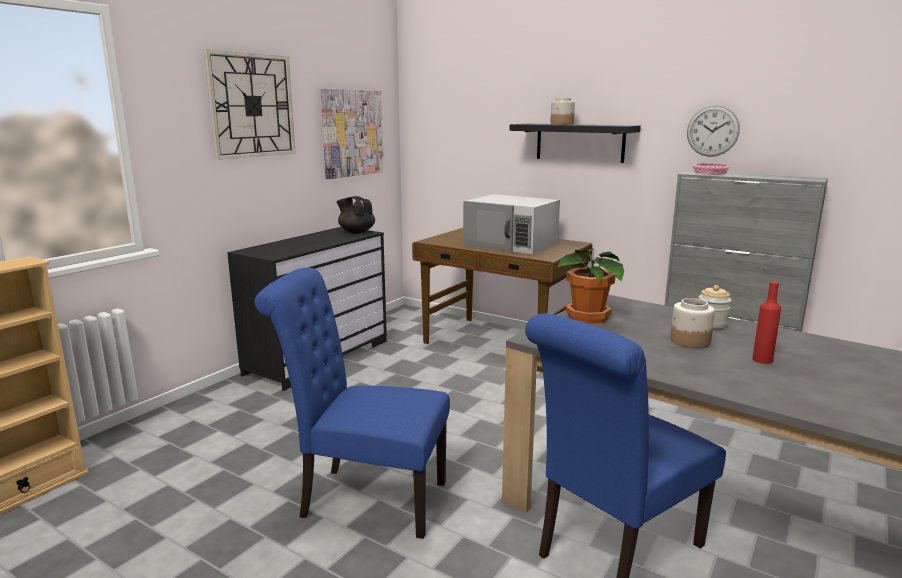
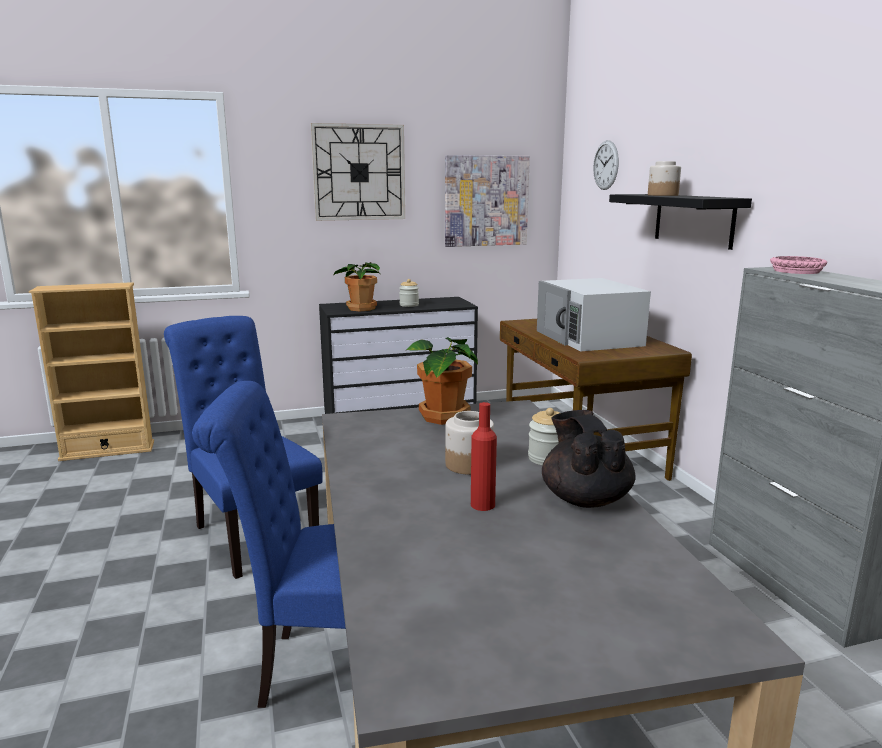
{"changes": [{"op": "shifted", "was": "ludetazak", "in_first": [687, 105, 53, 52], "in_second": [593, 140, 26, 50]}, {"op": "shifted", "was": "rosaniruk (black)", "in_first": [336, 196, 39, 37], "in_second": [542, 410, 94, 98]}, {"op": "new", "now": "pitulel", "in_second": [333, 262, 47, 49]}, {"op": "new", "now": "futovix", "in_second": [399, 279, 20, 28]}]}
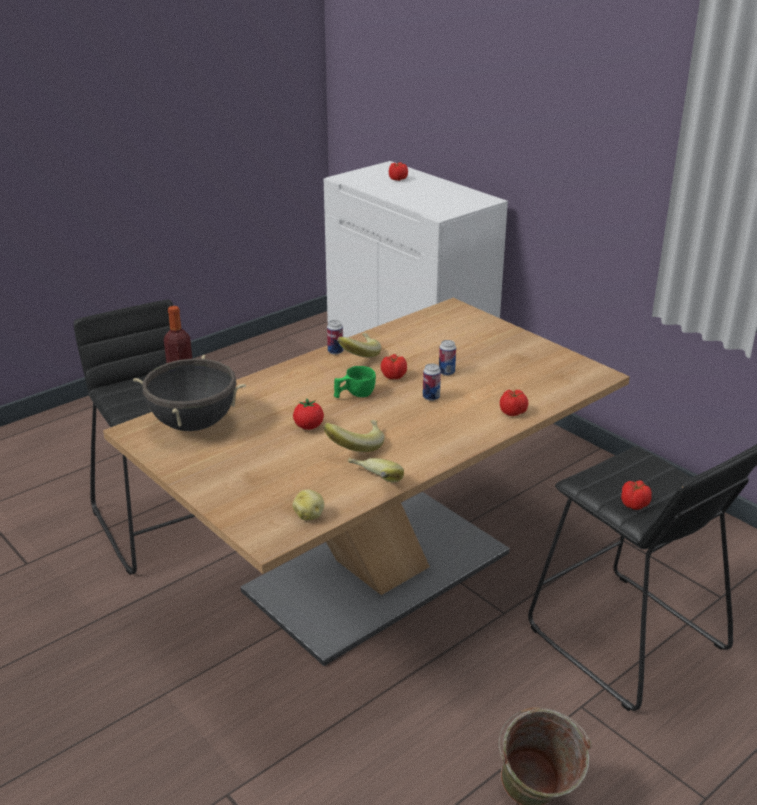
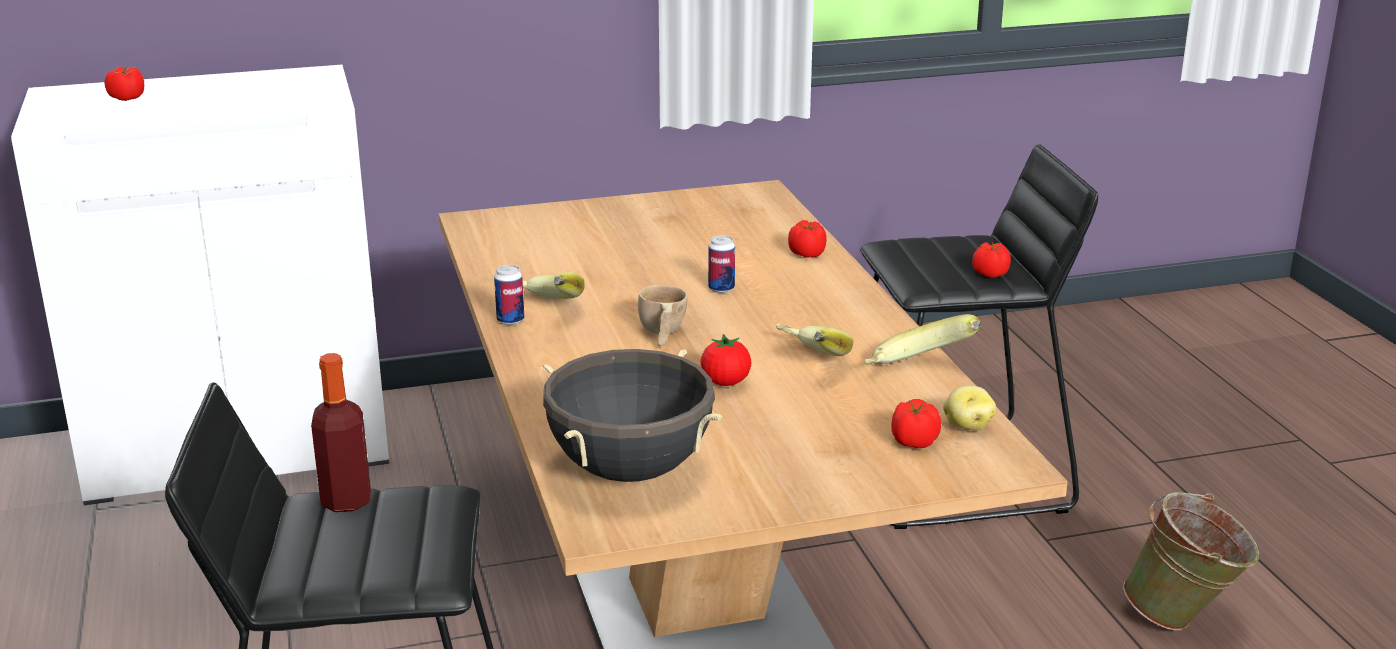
{"changes": [{"op": "gone", "was": "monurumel", "in_first": [439, 340, 17, 36]}, {"op": "shifted", "was": "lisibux", "in_first": [380, 354, 27, 25], "in_second": [891, 399, 50, 49]}, {"op": "repainted", "was": "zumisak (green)", "now": "zumisak (beige)", "in_first": [334, 366, 42, 32], "in_second": [638, 285, 49, 61]}]}
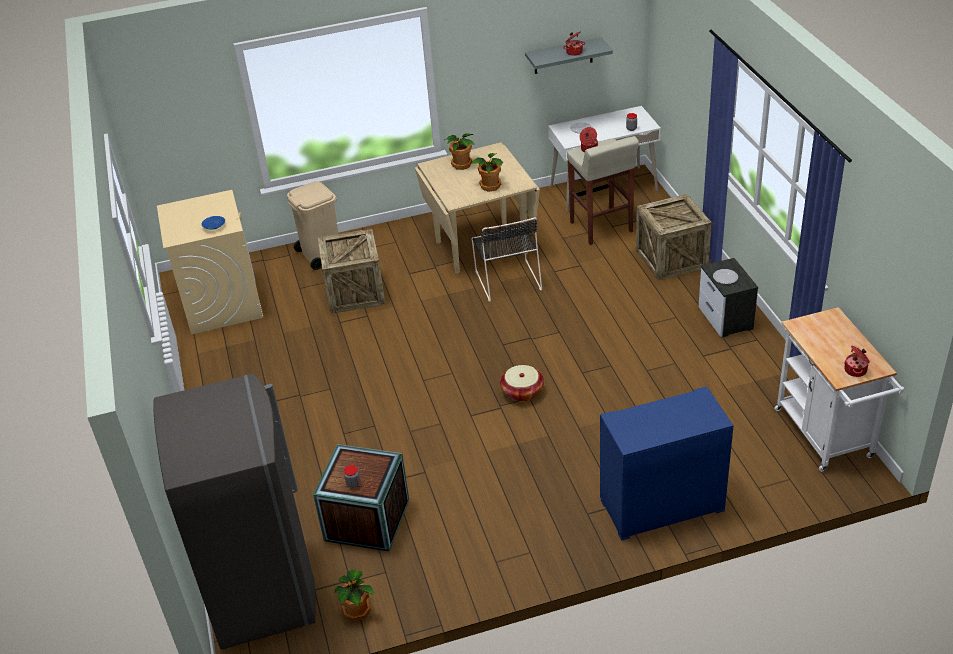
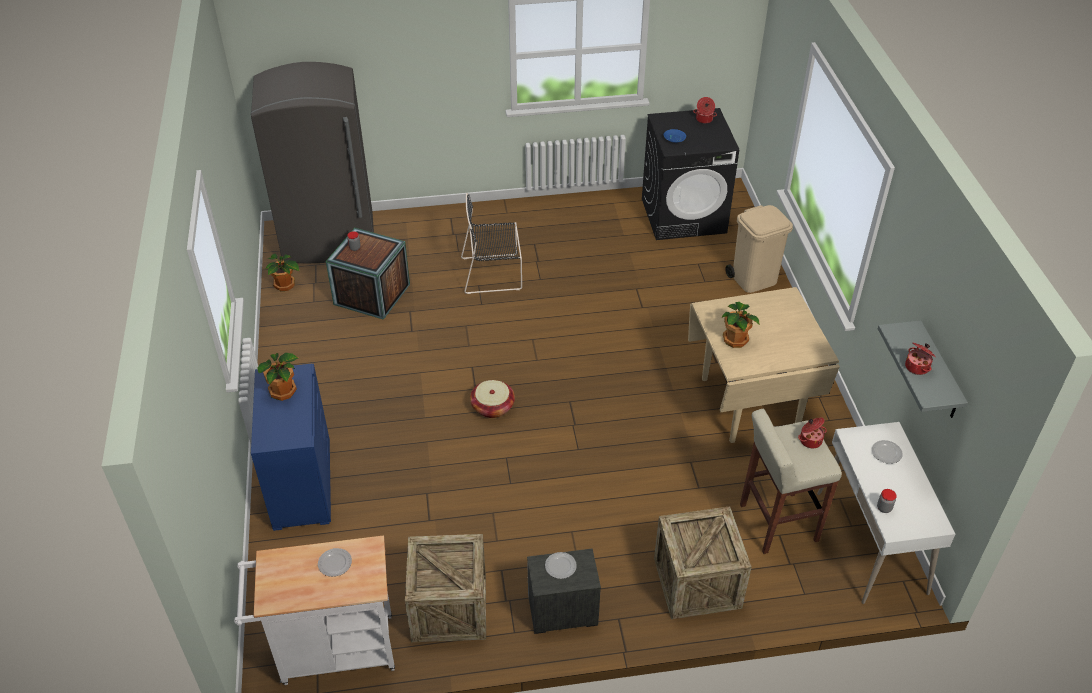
{"changes": [{"op": "shifted", "was": "pitulel", "in_first": [444, 133, 31, 37], "in_second": [257, 353, 41, 48]}, {"op": "repainted", "was": "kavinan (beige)", "now": "kavinan (black)", "in_first": [157, 190, 106, 144], "in_second": [642, 108, 97, 132]}, {"op": "shifted", "was": "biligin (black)", "in_first": [472, 217, 70, 85], "in_second": [461, 193, 61, 101]}, {"op": "shifted", "was": "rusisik", "in_first": [318, 229, 68, 85], "in_second": [405, 534, 81, 108]}, {"op": "shifted", "was": "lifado", "in_first": [844, 346, 26, 31], "in_second": [693, 97, 24, 26]}, {"op": "new", "now": "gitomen", "in_second": [318, 548, 34, 29]}]}
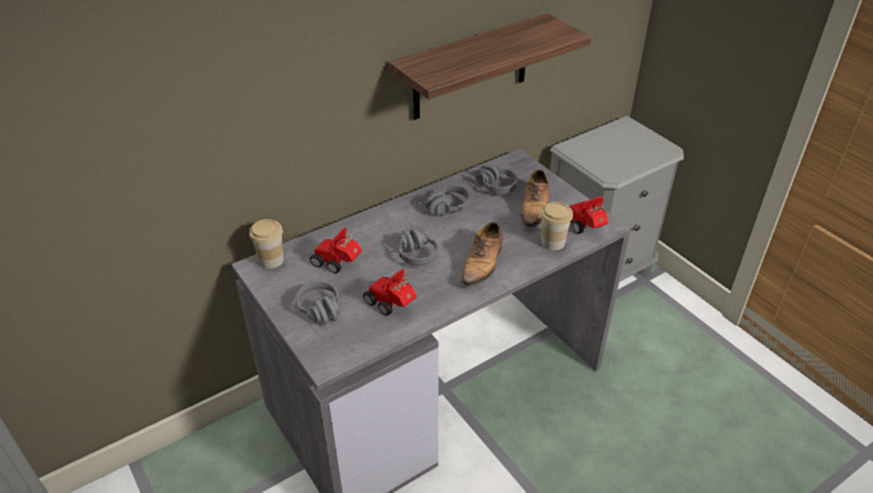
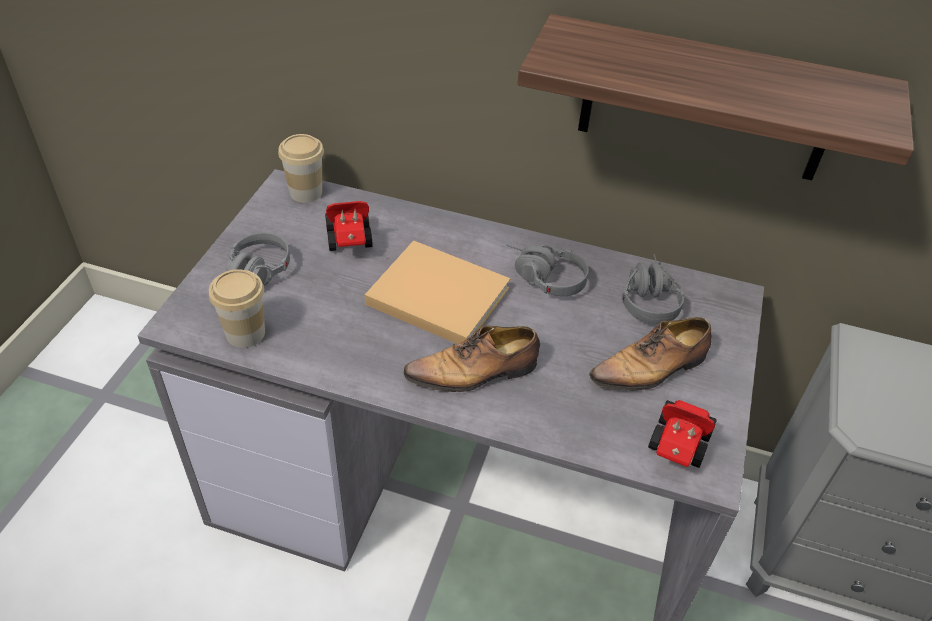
{"changes": [{"op": "shifted", "was": "zumisak", "in_first": [541, 202, 32, 48], "in_second": [209, 269, 56, 79]}, {"op": "swapped", "was": "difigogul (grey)", "now": "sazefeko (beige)", "in_first": [399, 223, 39, 43], "in_second": [365, 240, 146, 104]}, {"op": "gone", "was": "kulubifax", "in_first": [363, 269, 54, 47]}]}
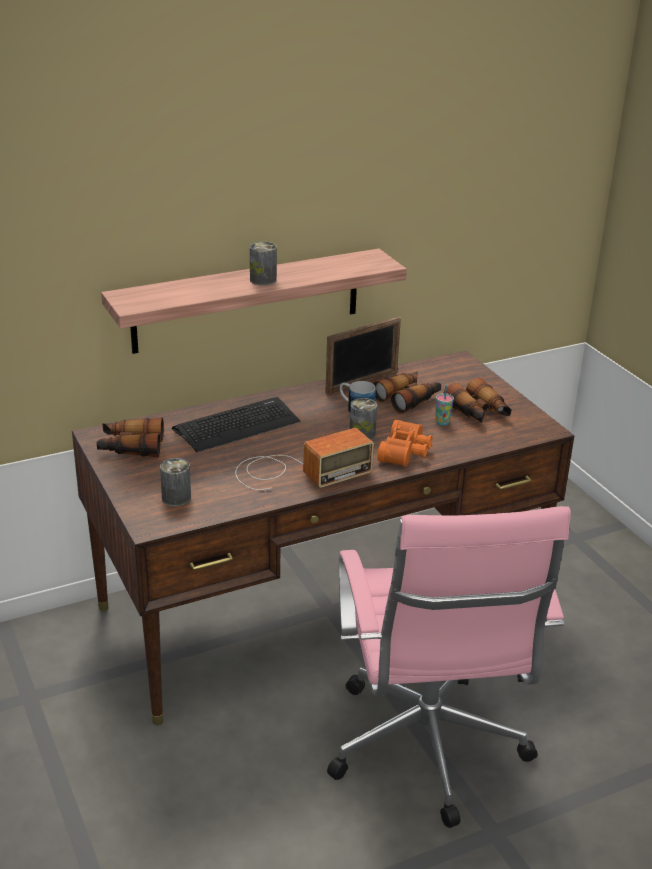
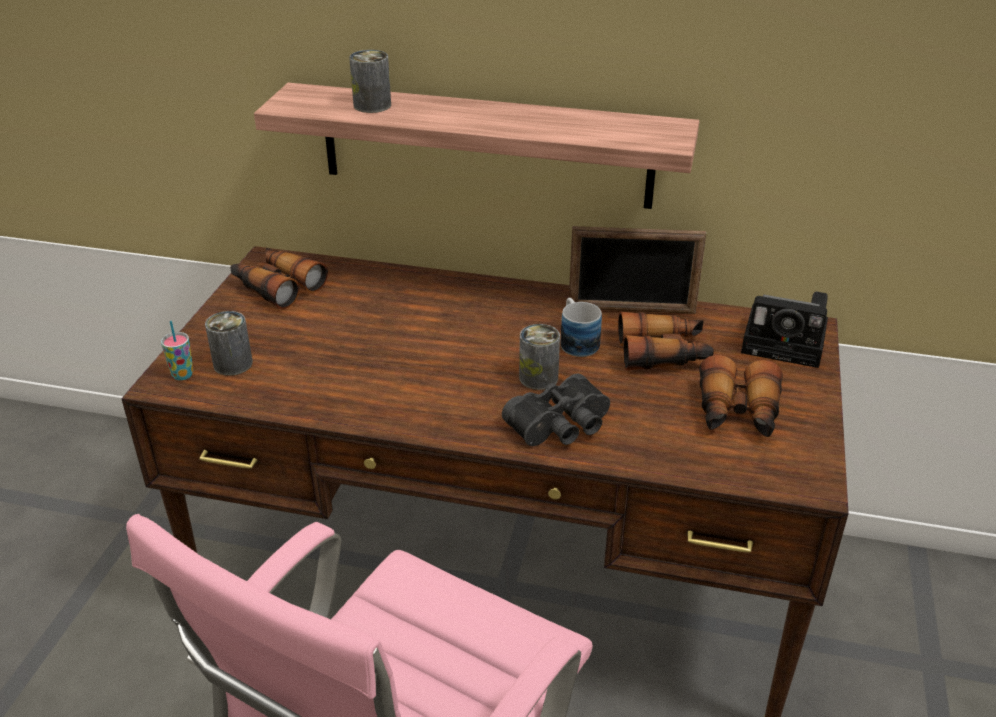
{"changes": [{"op": "shifted", "was": "monurumel", "in_first": [250, 242, 27, 44], "in_second": [349, 50, 42, 63]}, {"op": "shifted", "was": "zumisak", "in_first": [436, 385, 18, 40], "in_second": [161, 321, 33, 59]}, {"op": "gone", "was": "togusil", "in_first": [172, 397, 128, 55]}, {"op": "repainted", "was": "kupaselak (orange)", "now": "kupaselak (black)", "in_first": [377, 420, 55, 47], "in_second": [502, 374, 108, 72]}, {"op": "gone", "was": "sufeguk", "in_first": [235, 428, 139, 62]}, {"op": "new", "now": "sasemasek", "in_second": [741, 292, 87, 76]}]}
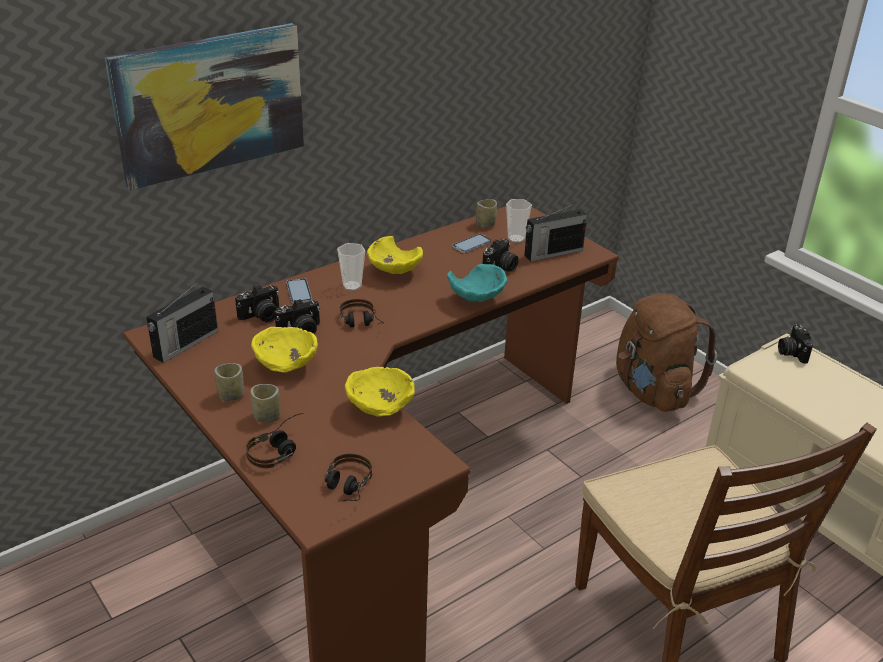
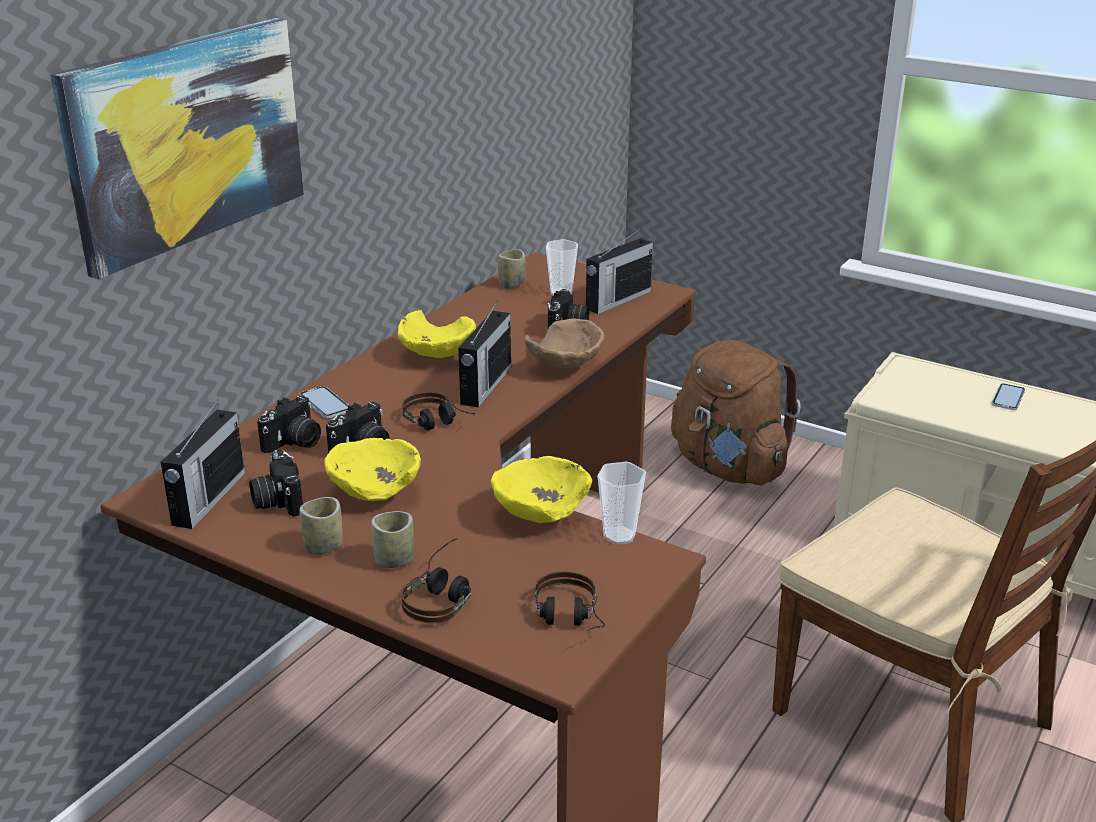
{"changes": [{"op": "shifted", "was": "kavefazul", "in_first": [452, 234, 40, 19], "in_second": [992, 383, 33, 27]}, {"op": "shifted", "was": "zumisak", "in_first": [337, 243, 28, 48], "in_second": [597, 462, 49, 83]}, {"op": "repainted", "was": "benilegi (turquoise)", "now": "benilegi (brown)", "in_first": [447, 264, 60, 38], "in_second": [525, 318, 80, 51]}, {"op": "shifted", "was": "sasemasek", "in_first": [778, 324, 35, 40], "in_second": [249, 449, 54, 67]}, {"op": "new", "now": "sufeguk", "in_second": [458, 300, 53, 108]}]}
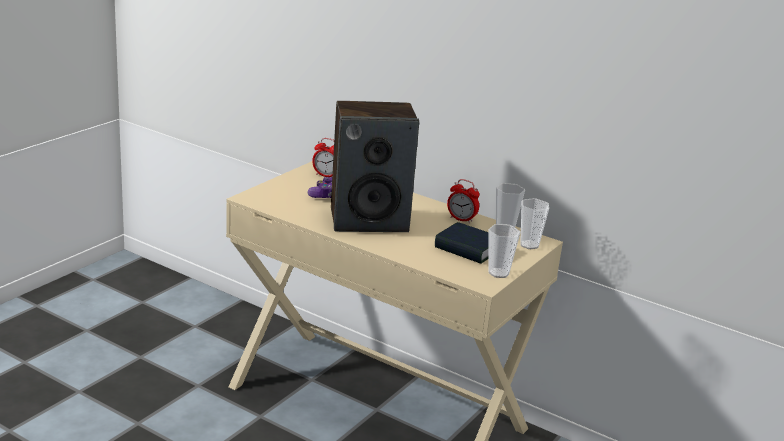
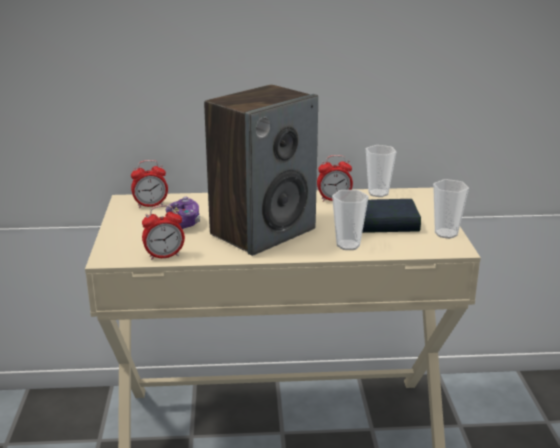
{"changes": [{"op": "shifted", "was": "zumisak", "in_first": [520, 198, 29, 51], "in_second": [332, 190, 37, 60]}, {"op": "new", "now": "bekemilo", "in_second": [142, 205, 43, 55]}]}
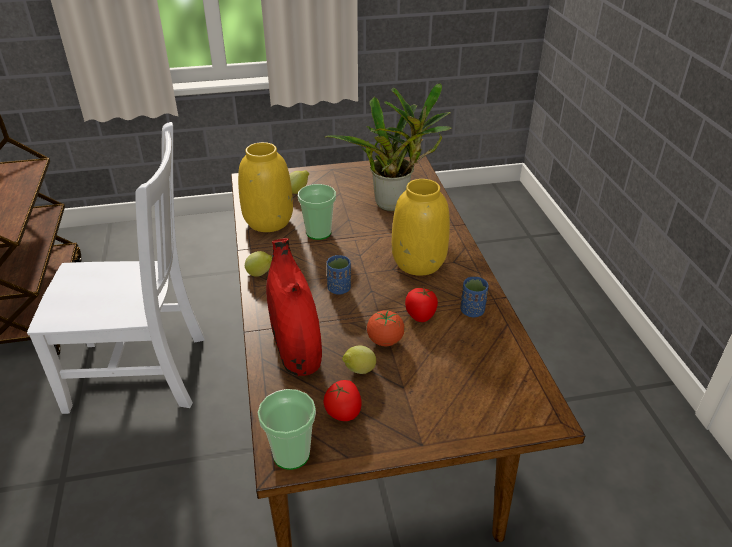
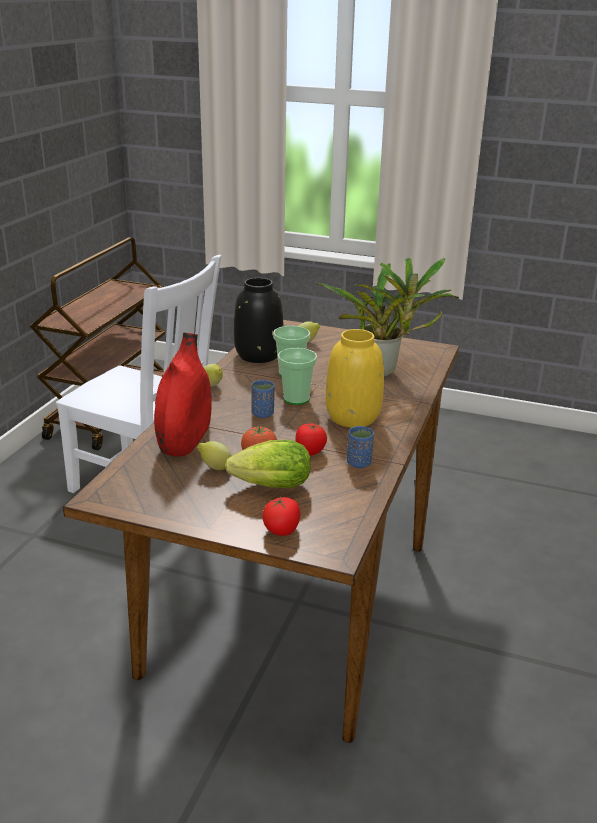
{"changes": [{"op": "repainted", "was": "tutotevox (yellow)", "now": "tutotevox (black)", "in_first": [238, 142, 55, 90], "in_second": [234, 278, 50, 85]}, {"op": "shifted", "was": "lisibux", "in_first": [323, 380, 39, 41], "in_second": [263, 497, 37, 39]}, {"op": "shifted", "was": "zumisak", "in_first": [257, 389, 59, 81], "in_second": [278, 348, 39, 57]}, {"op": "new", "now": "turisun", "in_second": [225, 440, 86, 48]}]}
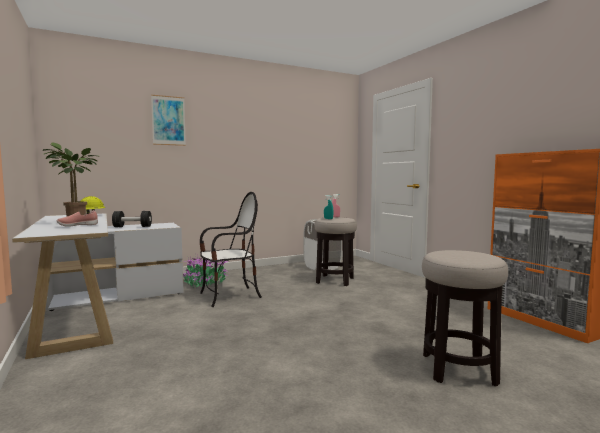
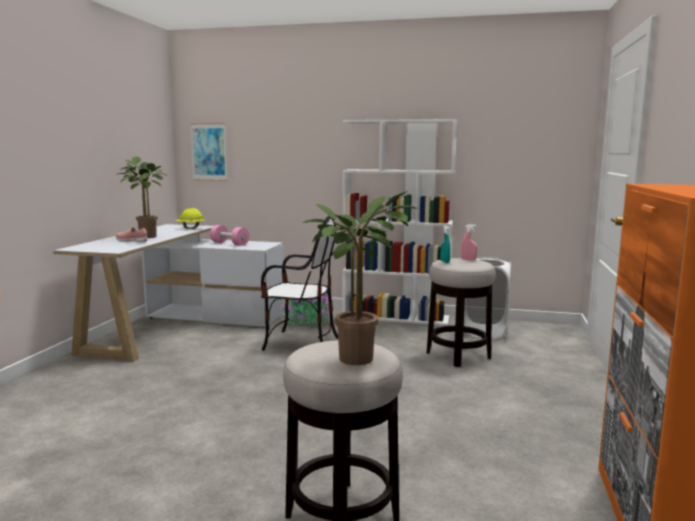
{"changes": [{"op": "shifted", "was": "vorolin", "in_first": [151, 95, 35, 51], "in_second": [190, 123, 37, 58]}, {"op": "repainted", "was": "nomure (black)", "now": "nomure (pink)", "in_first": [112, 211, 40, 16], "in_second": [210, 225, 39, 21]}, {"op": "new", "now": "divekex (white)", "in_second": [342, 119, 115, 207]}, {"op": "new", "now": "pitulel", "in_second": [302, 191, 117, 174]}]}
